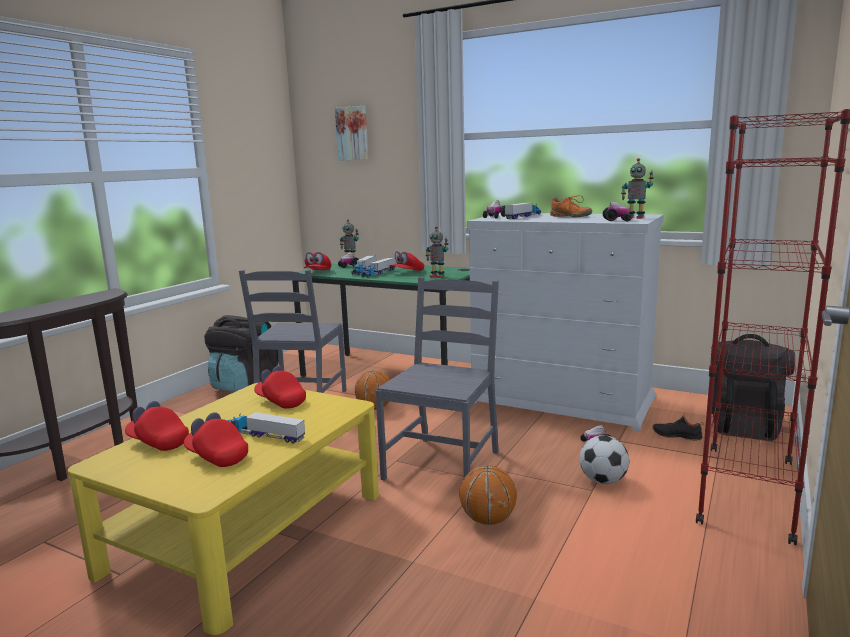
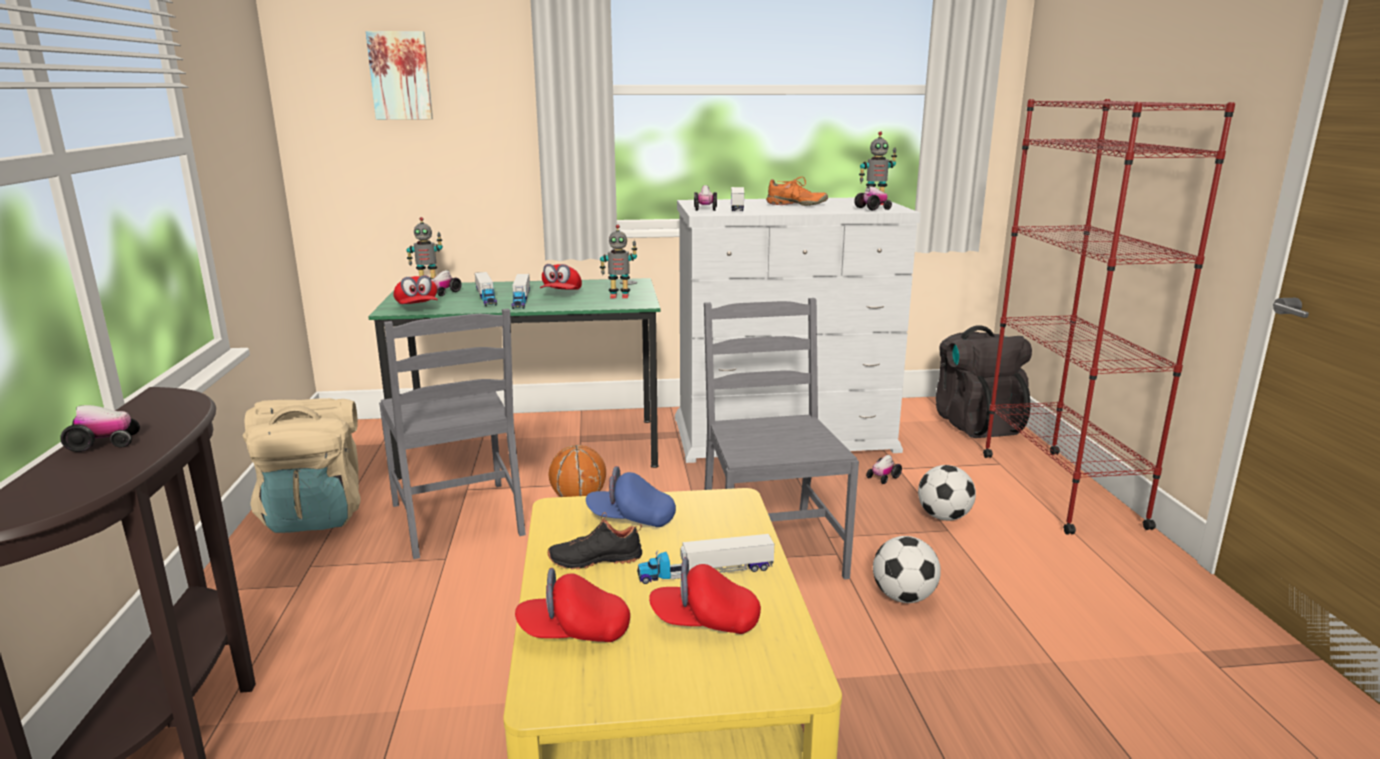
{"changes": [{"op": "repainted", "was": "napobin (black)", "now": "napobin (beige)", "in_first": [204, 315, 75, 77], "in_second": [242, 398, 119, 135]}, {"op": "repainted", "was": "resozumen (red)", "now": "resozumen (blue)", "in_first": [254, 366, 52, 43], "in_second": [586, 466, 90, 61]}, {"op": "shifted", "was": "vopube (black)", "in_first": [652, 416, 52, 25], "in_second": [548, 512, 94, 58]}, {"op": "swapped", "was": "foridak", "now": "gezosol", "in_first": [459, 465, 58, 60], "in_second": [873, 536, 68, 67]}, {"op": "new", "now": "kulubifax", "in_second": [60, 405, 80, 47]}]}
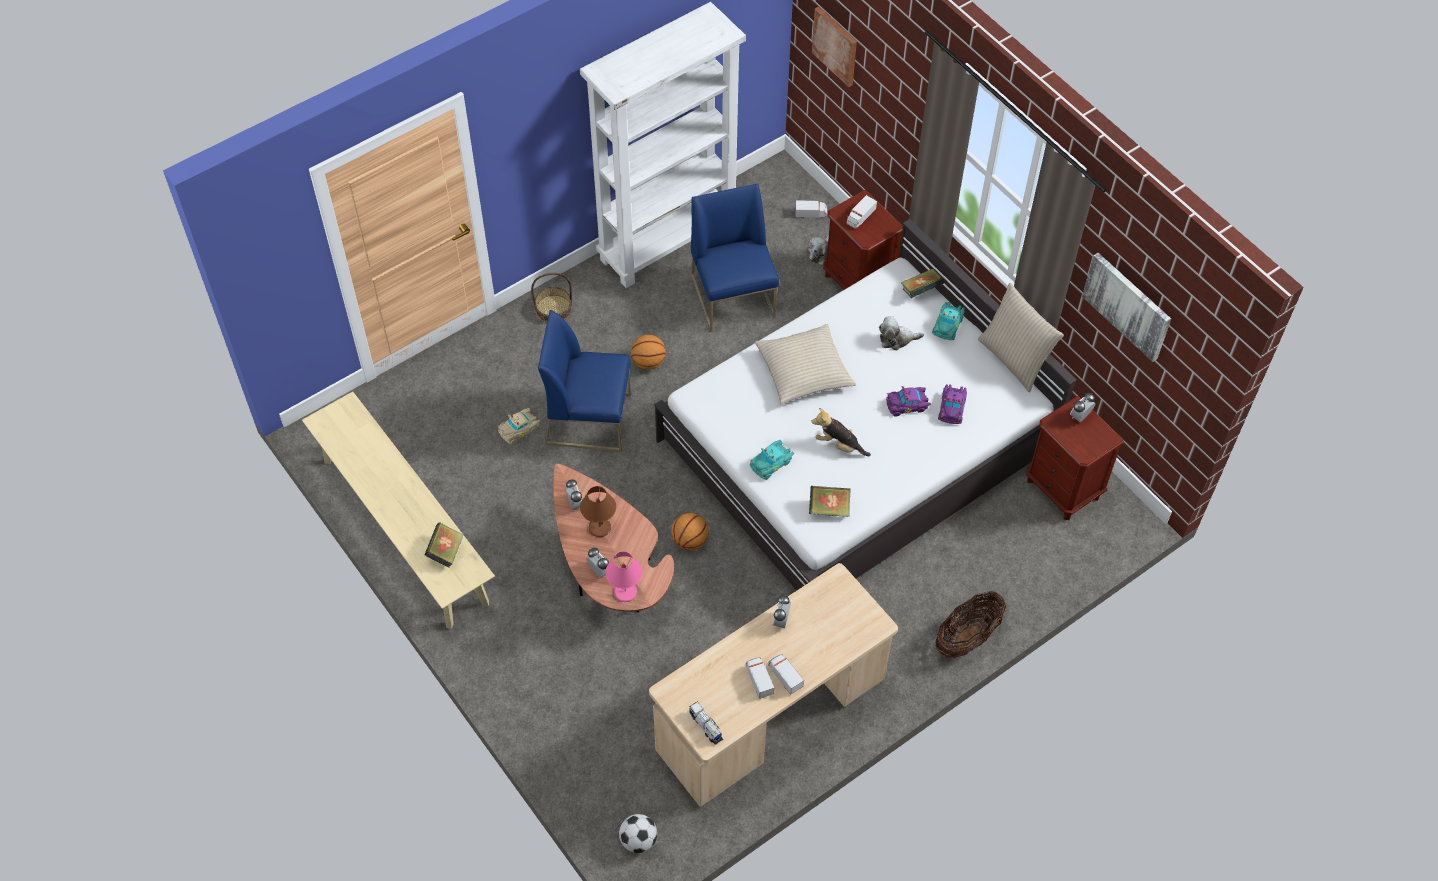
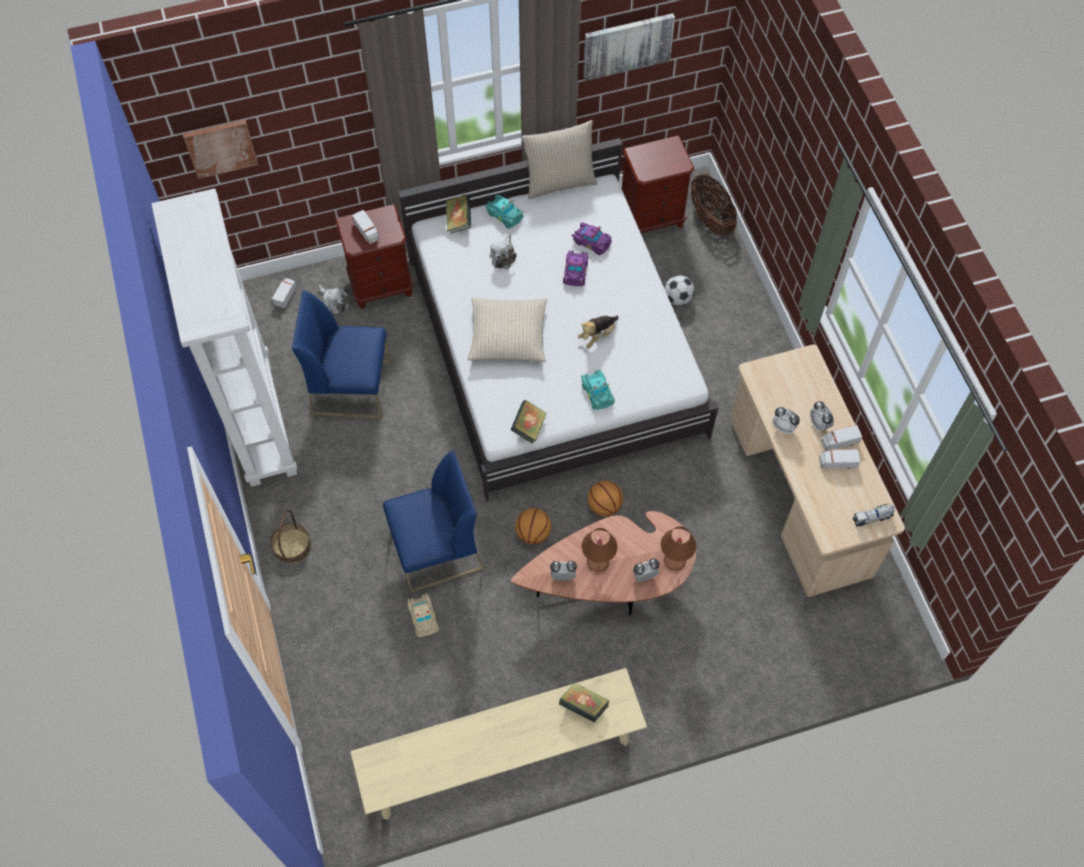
{"changes": [{"op": "rotated", "was": "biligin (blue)", "in_first": [538, 310, 93, 142], "in_second": [383, 450, 102, 143], "clockwise": -135}, {"op": "shifted", "was": "foridak", "in_first": [631, 335, 35, 35], "in_second": [515, 508, 36, 36]}, {"op": "shifted", "was": "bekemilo", "in_first": [1070, 393, 25, 29], "in_second": [810, 401, 24, 31]}, {"op": "shifted", "was": "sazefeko", "in_first": [809, 486, 42, 31], "in_second": [511, 400, 36, 43]}, {"op": "repainted", "was": "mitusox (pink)", "now": "mitusox (brown)", "in_first": [605, 551, 38, 51], "in_second": [661, 526, 36, 45]}, {"op": "shifted", "was": "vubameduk", "in_first": [935, 591, 71, 67], "in_second": [691, 174, 46, 62]}, {"op": "shifted", "was": "gezosol", "in_first": [619, 814, 38, 39], "in_second": [665, 275, 30, 31]}]}
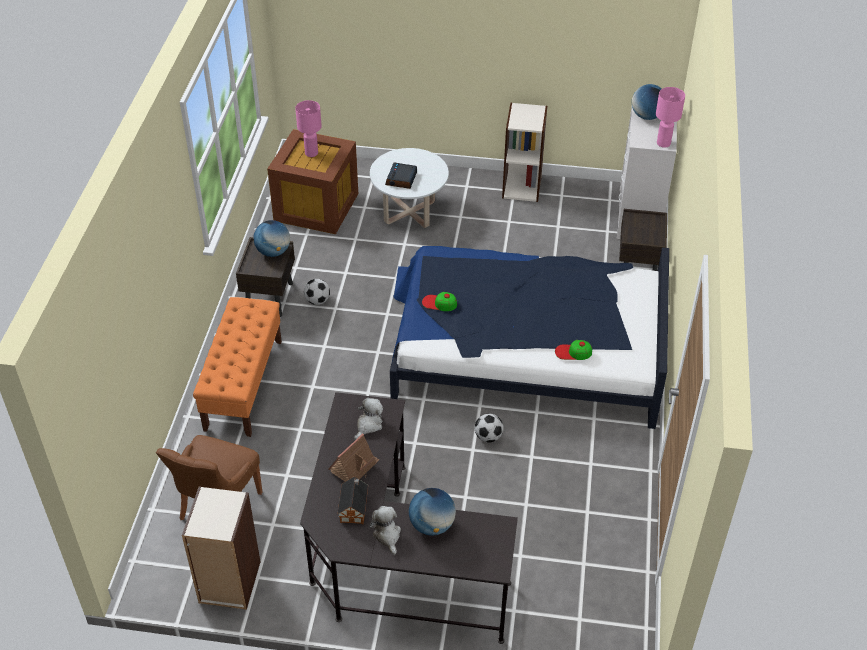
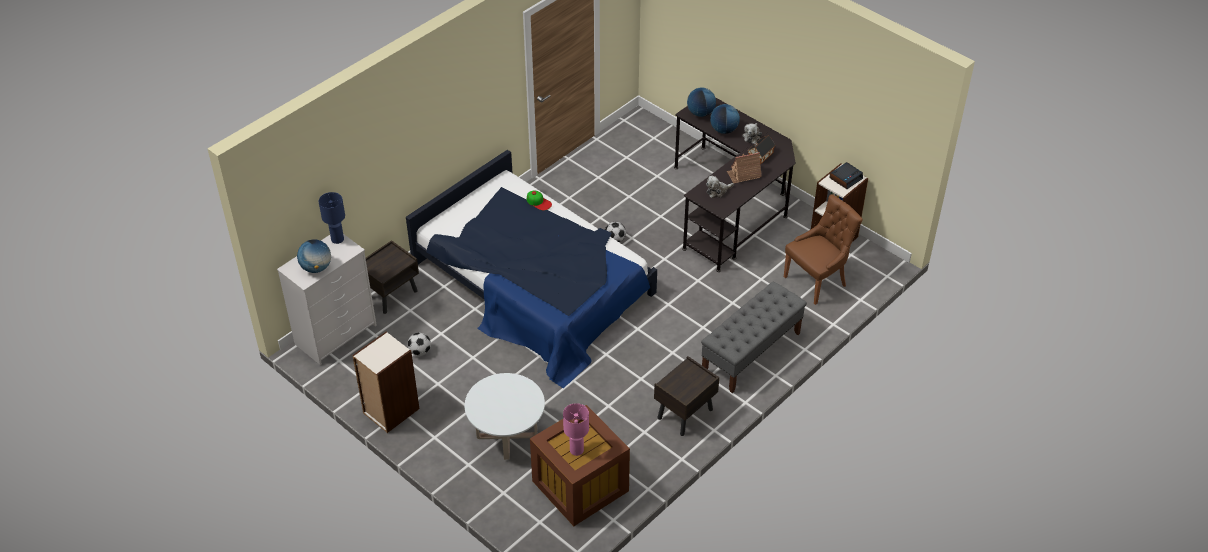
{"changes": [{"op": "repainted", "was": "mitusox (pink)", "now": "mitusox (blue)", "in_first": [656, 87, 29, 61], "in_second": [319, 192, 26, 52]}, {"op": "shifted", "was": "bekemilo", "in_first": [385, 163, 32, 26], "in_second": [829, 162, 34, 27]}, {"op": "shifted", "was": "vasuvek", "in_first": [253, 220, 37, 37], "in_second": [687, 87, 29, 30]}, {"op": "shifted", "was": "gezosol", "in_first": [304, 279, 26, 26], "in_second": [407, 333, 24, 23]}, {"op": "gone", "was": "resozumen", "in_first": [422, 292, 35, 19]}, {"op": "repainted", "was": "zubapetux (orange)", "now": "zubapetux (grey)", "in_first": [193, 297, 89, 140], "in_second": [701, 282, 106, 111]}]}
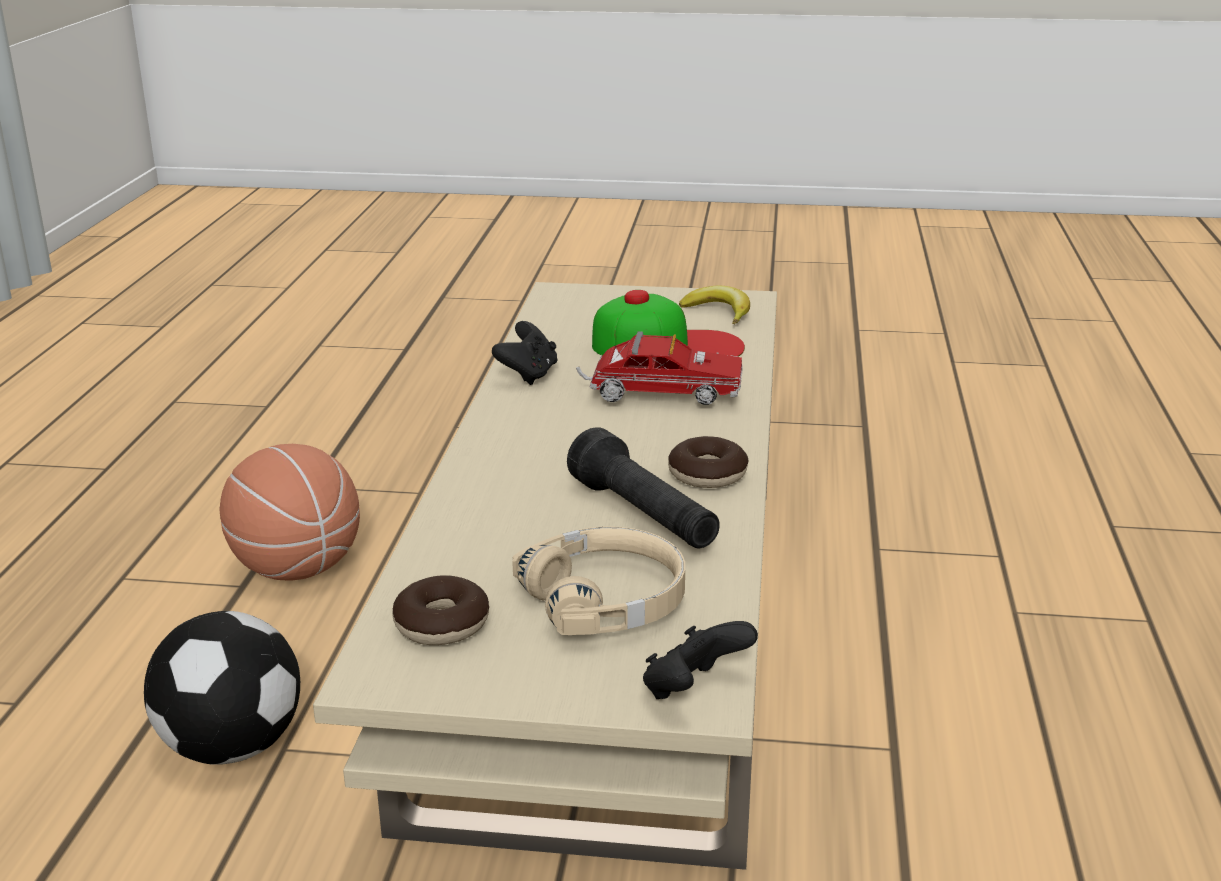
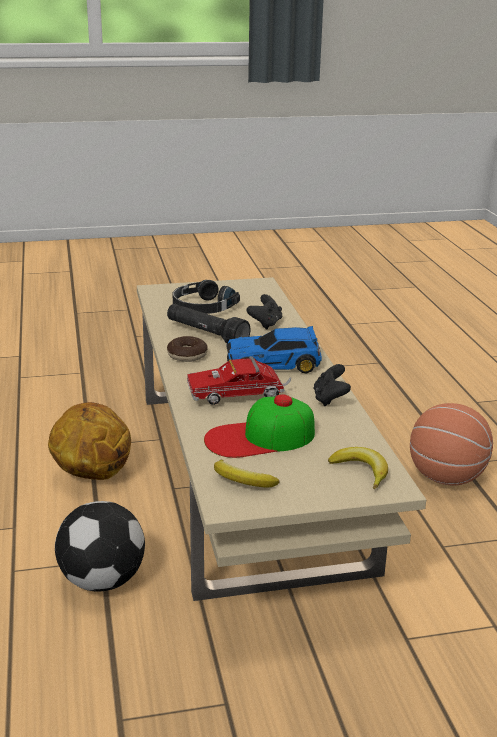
{"changes": [{"op": "repainted", "was": "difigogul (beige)", "now": "difigogul (black)", "in_first": [512, 526, 173, 109], "in_second": [172, 280, 68, 34]}, {"op": "gone", "was": "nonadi", "in_first": [392, 575, 97, 70]}, {"op": "shifted", "was": "gezosol", "in_first": [144, 611, 156, 154], "in_second": [55, 501, 90, 90]}, {"op": "shifted", "was": "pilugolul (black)", "in_first": [643, 621, 115, 78], "in_second": [246, 294, 36, 36]}, {"op": "new", "now": "kulubifax", "in_second": [227, 326, 95, 47]}, {"op": "new", "now": "foridak", "in_second": [48, 402, 83, 78]}, {"op": "new", "now": "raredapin", "in_second": [328, 447, 60, 42]}]}
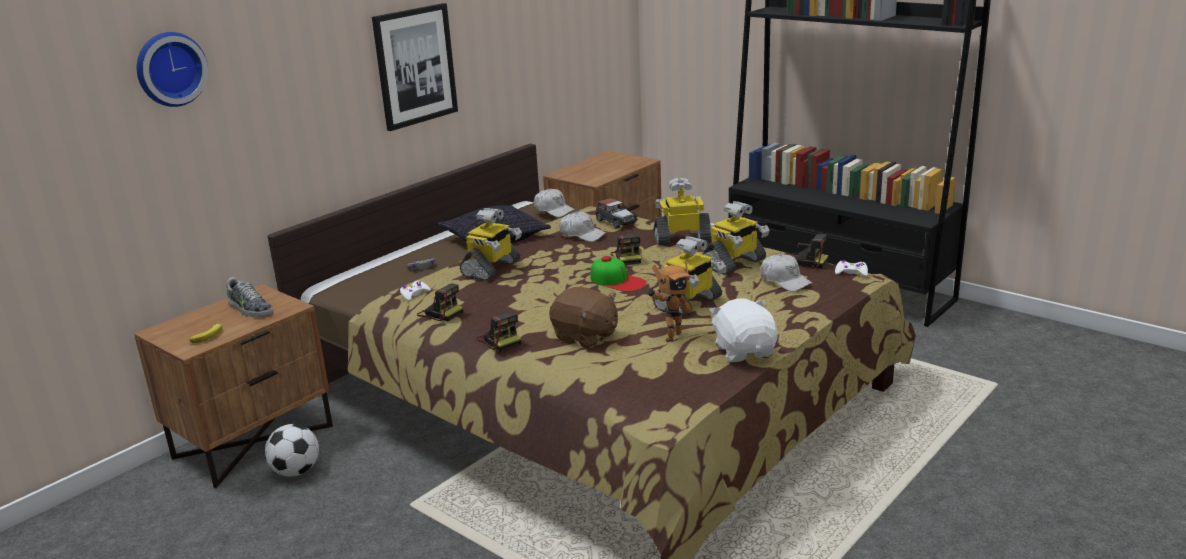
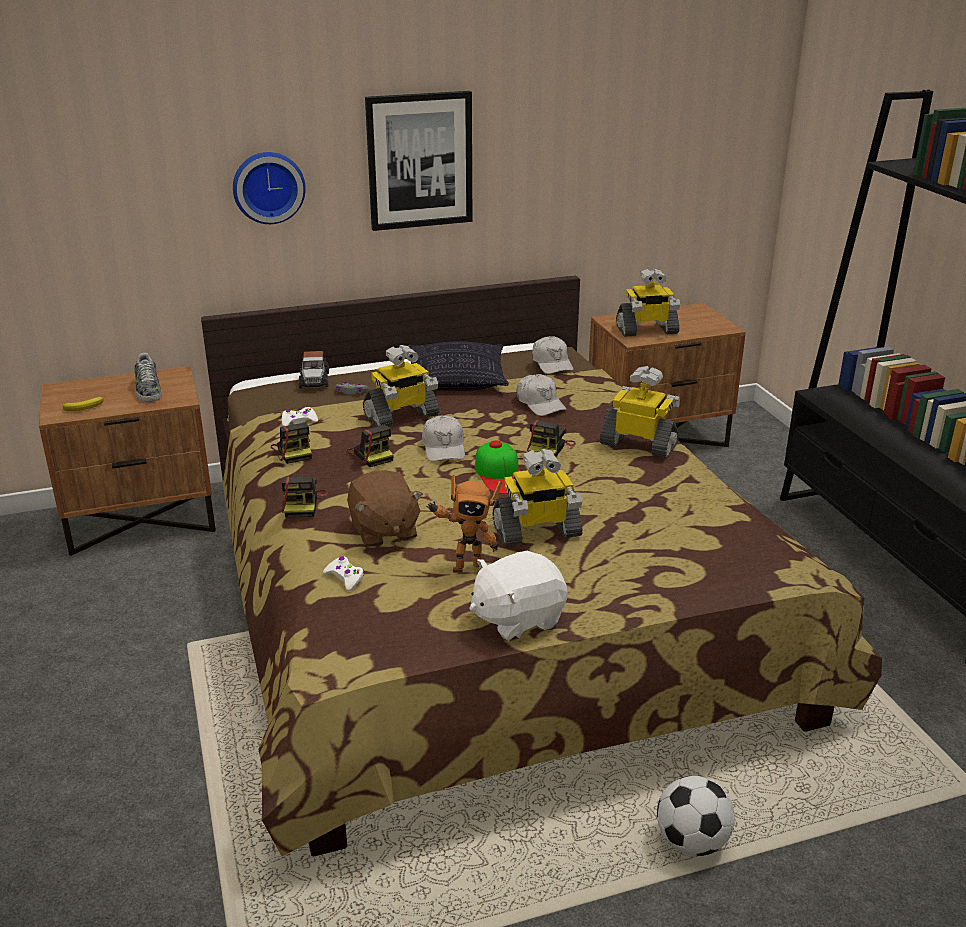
{"changes": [{"op": "shifted", "was": "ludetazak", "in_first": [137, 32, 71, 75], "in_second": [233, 152, 73, 72]}, {"op": "shifted", "was": "kulubifax", "in_first": [596, 198, 42, 31], "in_second": [299, 351, 30, 38]}, {"op": "shifted", "was": "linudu", "in_first": [702, 201, 67, 74], "in_second": [616, 269, 64, 68]}, {"op": "shifted", "was": "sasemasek", "in_first": [791, 234, 38, 35], "in_second": [346, 425, 47, 42]}, {"op": "shifted", "was": "resozumen (white)", "in_first": [760, 254, 53, 38], "in_second": [422, 416, 43, 45]}, {"op": "shifted", "was": "pilugolul (white)", "in_first": [835, 260, 33, 16], "in_second": [323, 556, 41, 35]}, {"op": "rotated", "was": "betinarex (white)", "in_first": [709, 298, 69, 64], "in_second": [470, 551, 97, 90], "clockwise": -135}, {"op": "shifted", "was": "gezosol", "in_first": [265, 424, 54, 53], "in_second": [657, 776, 78, 80]}]}
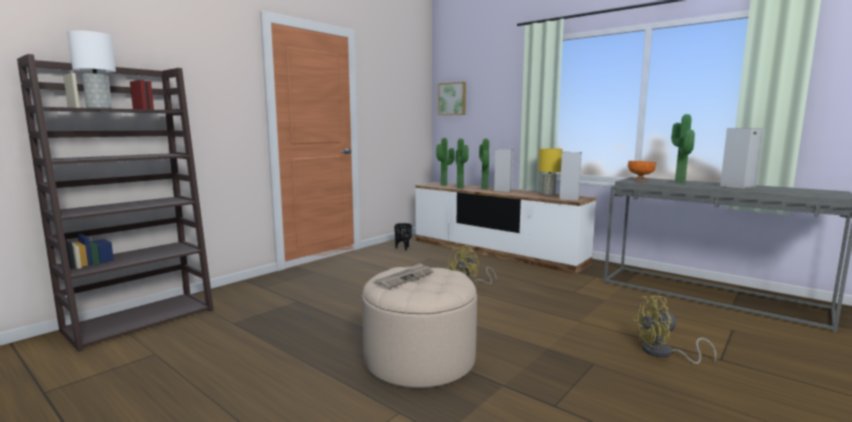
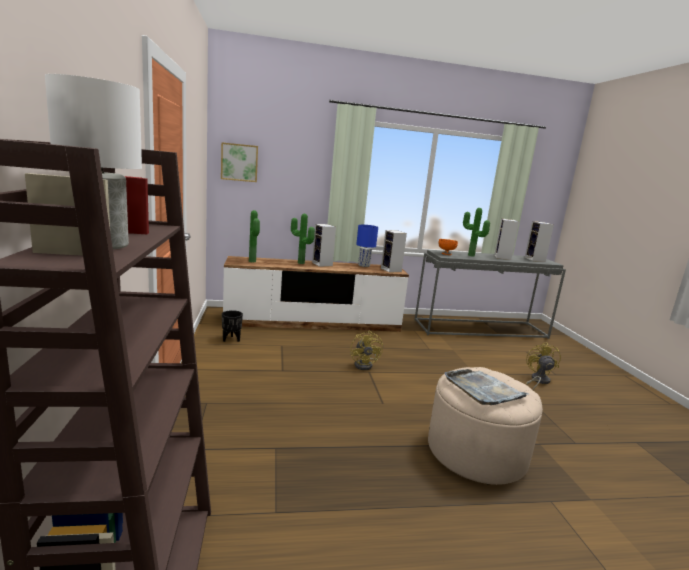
{"changes": [{"op": "gone", "was": "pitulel", "in_first": [456, 138, 13, 51]}, {"op": "repainted", "was": "mitusox (yellow)", "now": "mitusox (blue)", "in_first": [538, 148, 25, 47], "in_second": [356, 225, 22, 42]}, {"op": "swapped", "was": "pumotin", "now": "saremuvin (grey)", "in_first": [373, 263, 60, 26], "in_second": [445, 369, 84, 36]}, {"op": "rotated", "was": "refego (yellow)", "in_first": [633, 295, 83, 69], "in_second": [526, 343, 35, 47], "clockwise": 150}, {"op": "new", "now": "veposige", "in_second": [525, 221, 29, 41]}]}
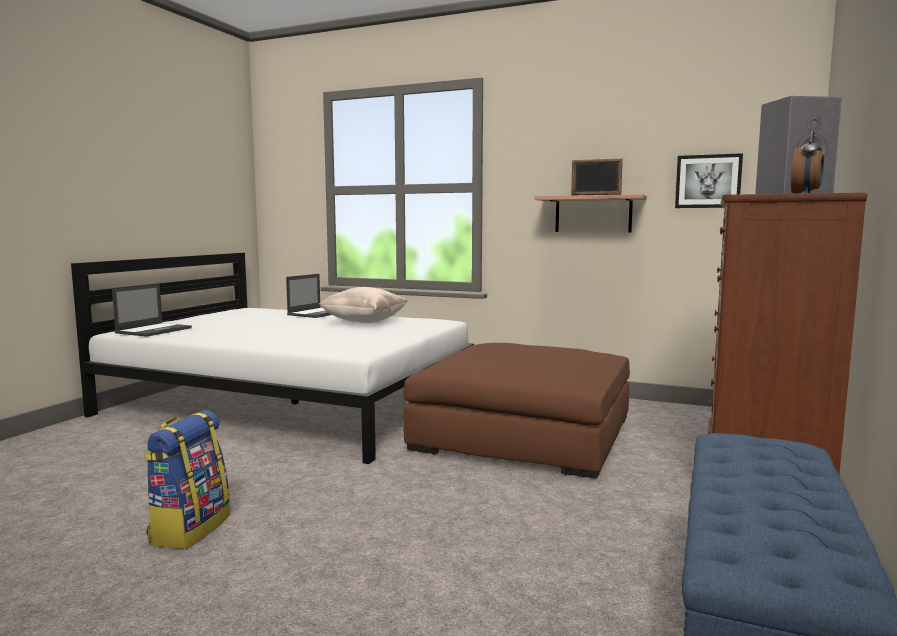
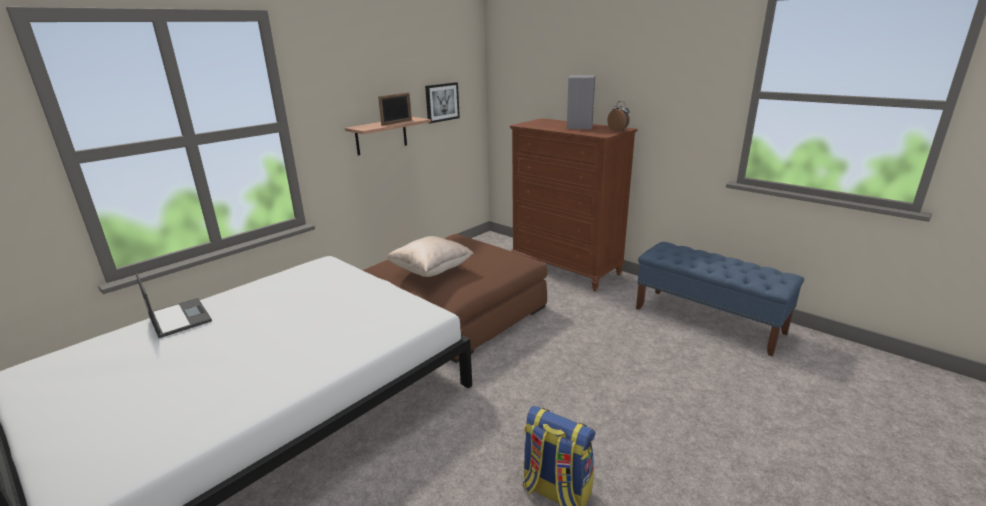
{"changes": [{"op": "gone", "was": "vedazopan", "in_first": [112, 283, 80, 54]}, {"op": "shifted", "was": "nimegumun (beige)", "in_first": [319, 287, 88, 36], "in_second": [387, 236, 87, 41]}]}
